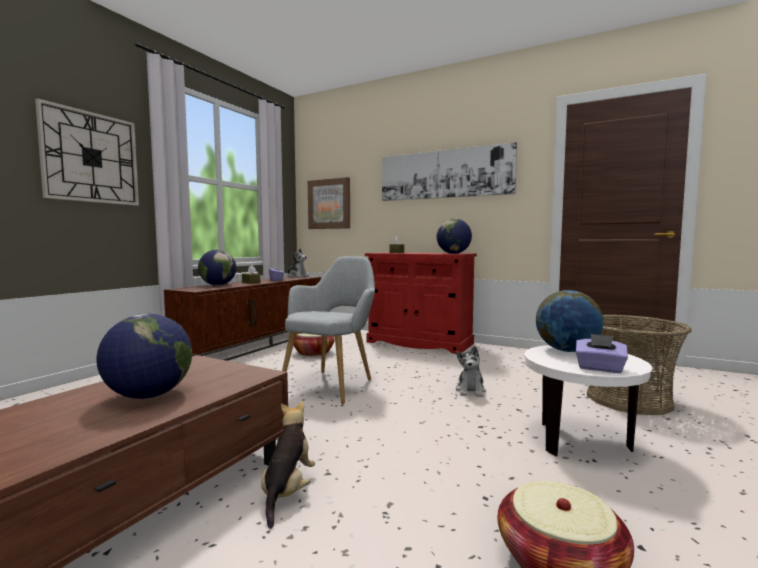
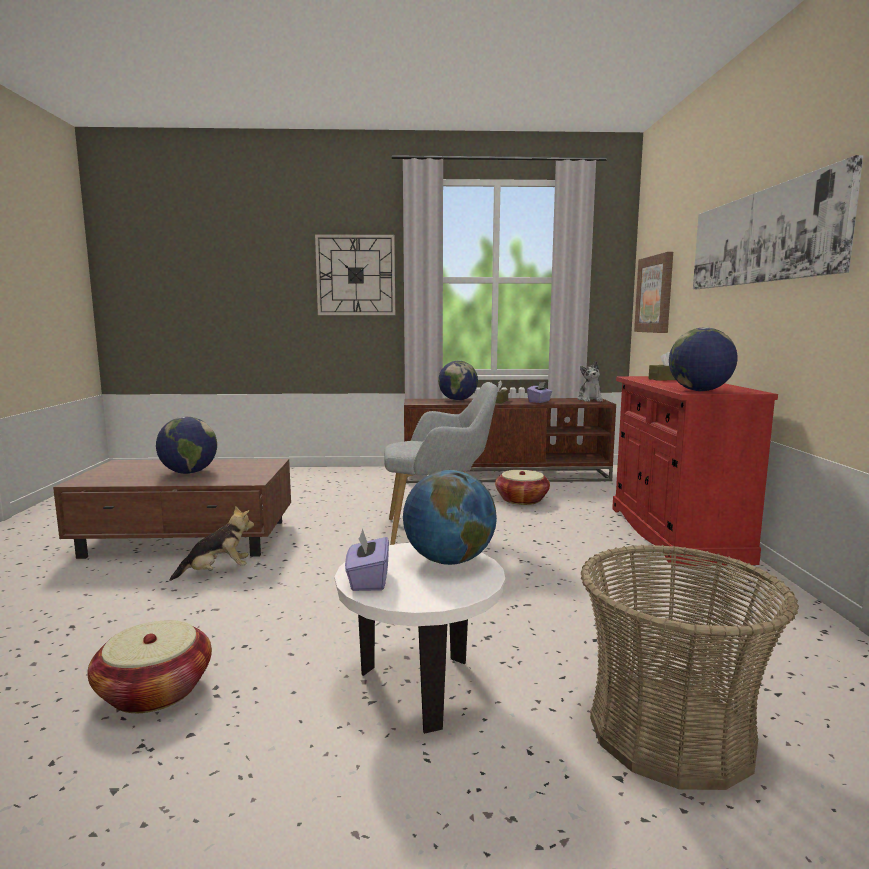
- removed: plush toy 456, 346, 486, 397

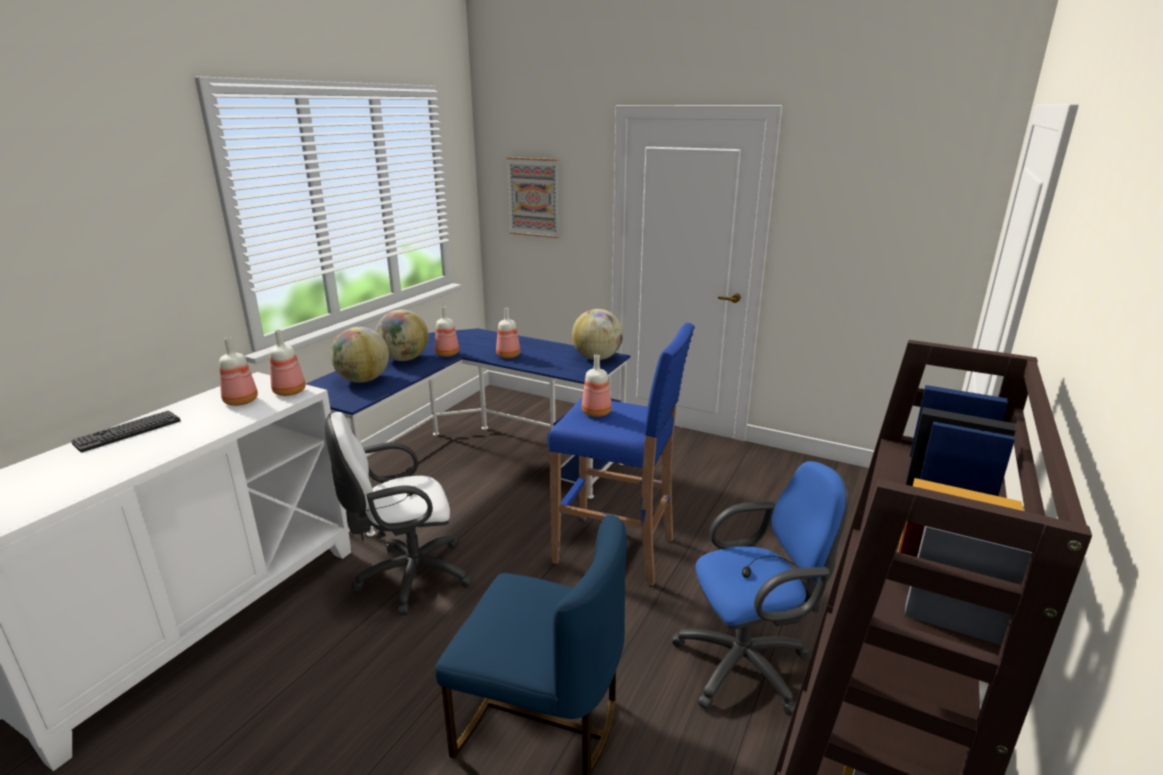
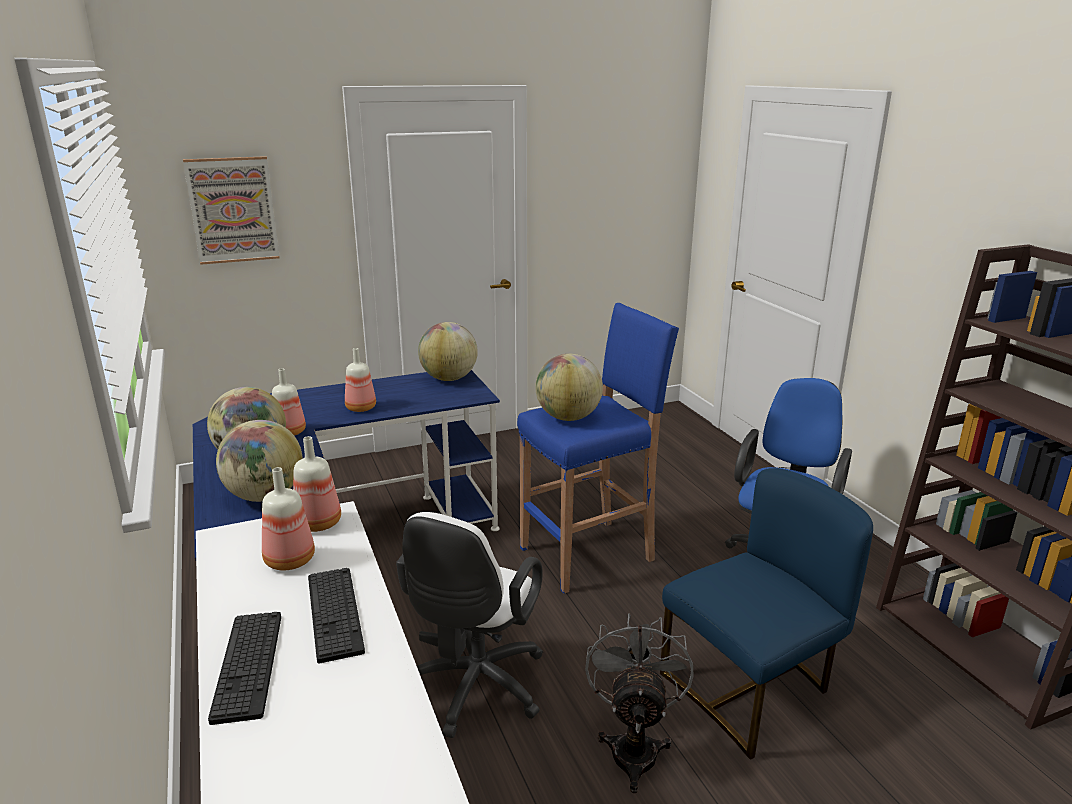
- replaced: bottle 582, 354, 612, 417 to globe 535, 354, 603, 421
- added: keyboard 308, 568, 365, 663
- added: greyish electric fan 585, 613, 694, 793

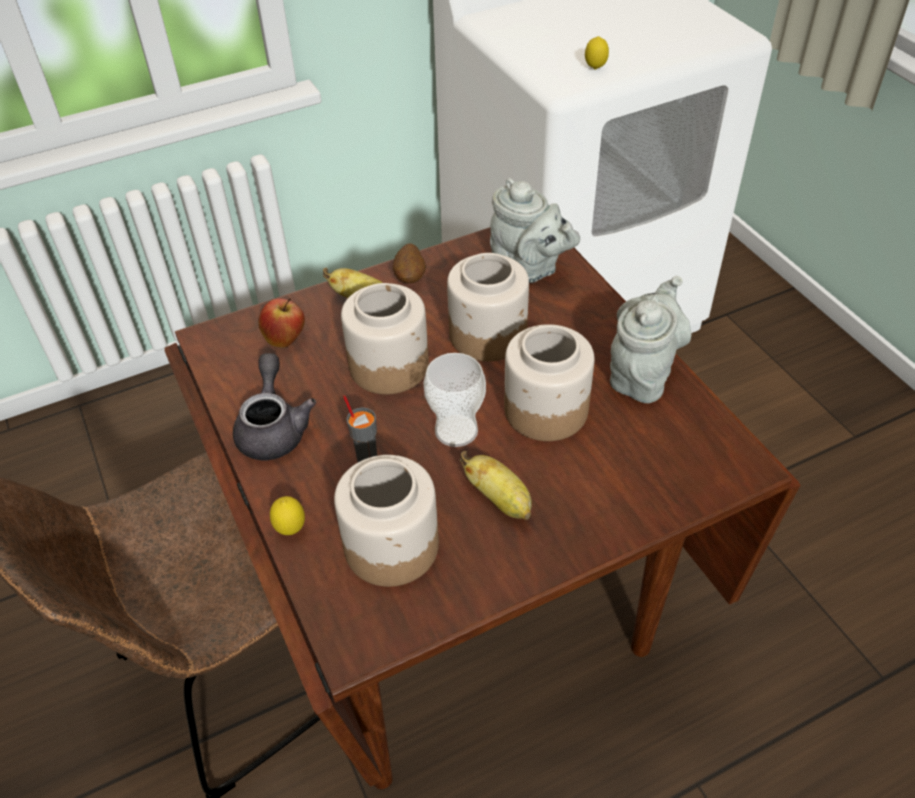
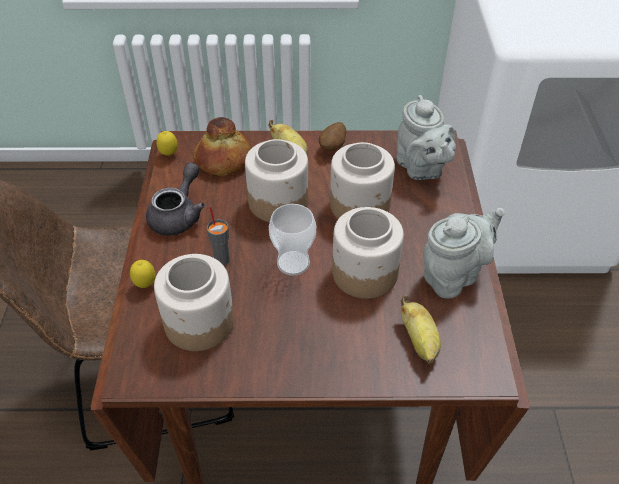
- moved: whole lemon 585, 36, 609, 70 to 156, 131, 178, 156
- replaced: whole apple 259, 298, 305, 347 to bakery bread 193, 117, 252, 176
- moved: banana 460, 451, 532, 520 to 400, 295, 441, 364

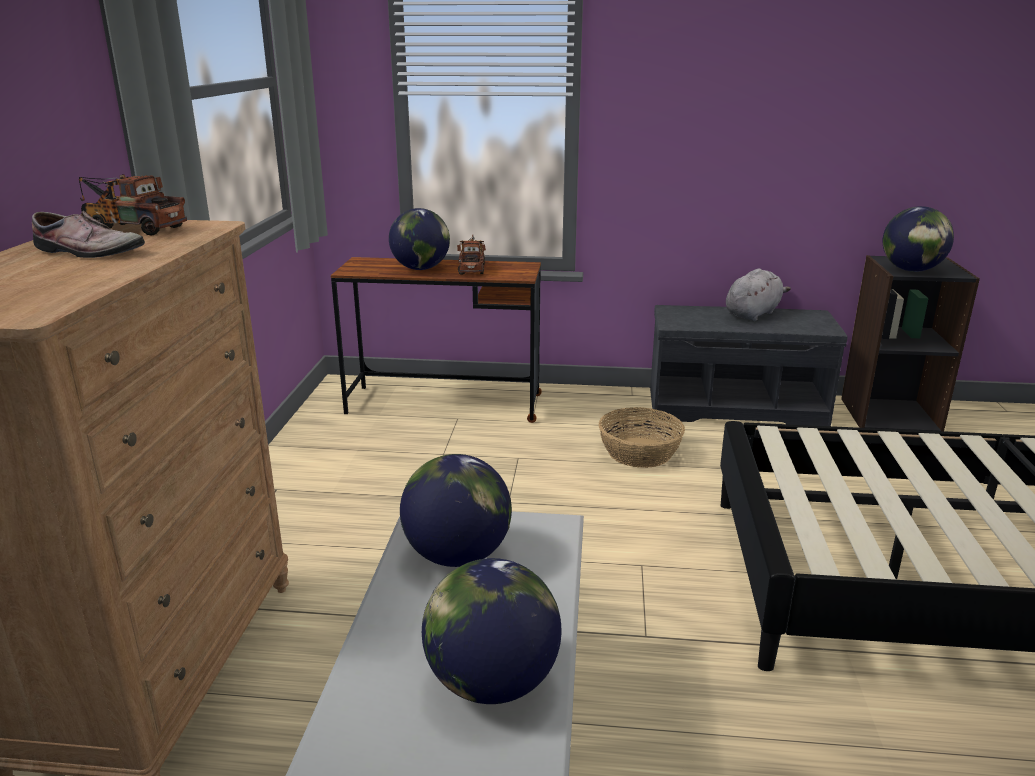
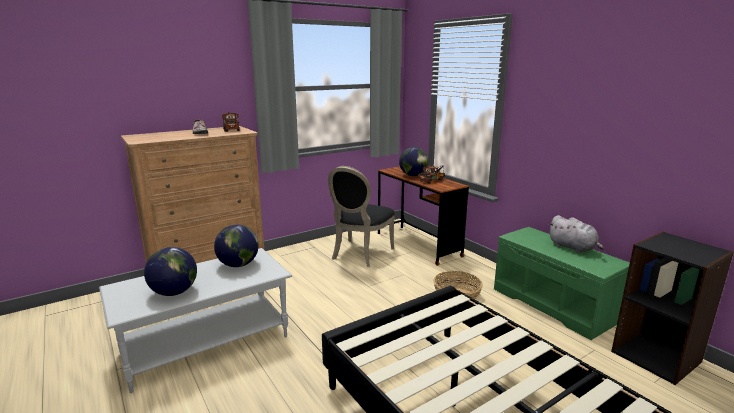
- removed: globe 882, 206, 954, 272
- turned: greyish plush toy 726, 269, 791, 321 = 549, 215, 604, 253 45 degrees clockwise
- recoloured: greyish bench 650, 305, 848, 426 to greenish bench 494, 227, 630, 340
- added: blackish plain chair 328, 166, 395, 267

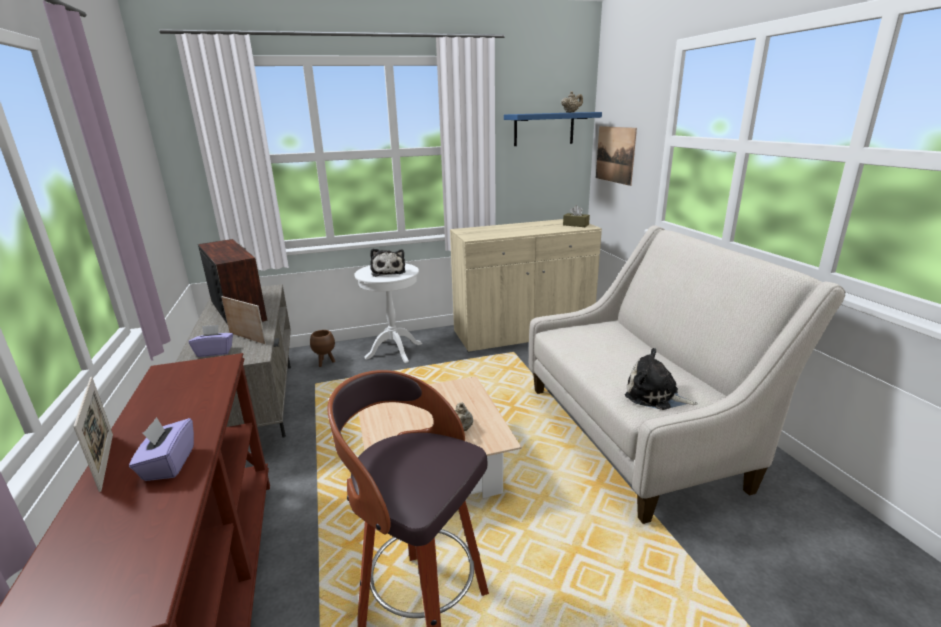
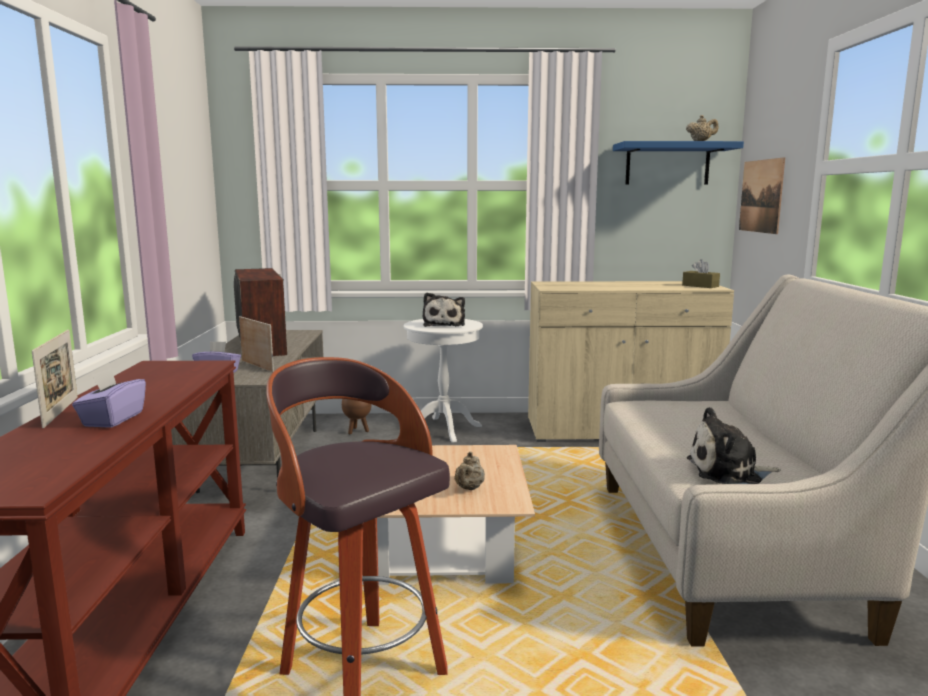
- turned: plush toy 625, 348, 698, 410 = 687, 407, 780, 484 45 degrees counterclockwise

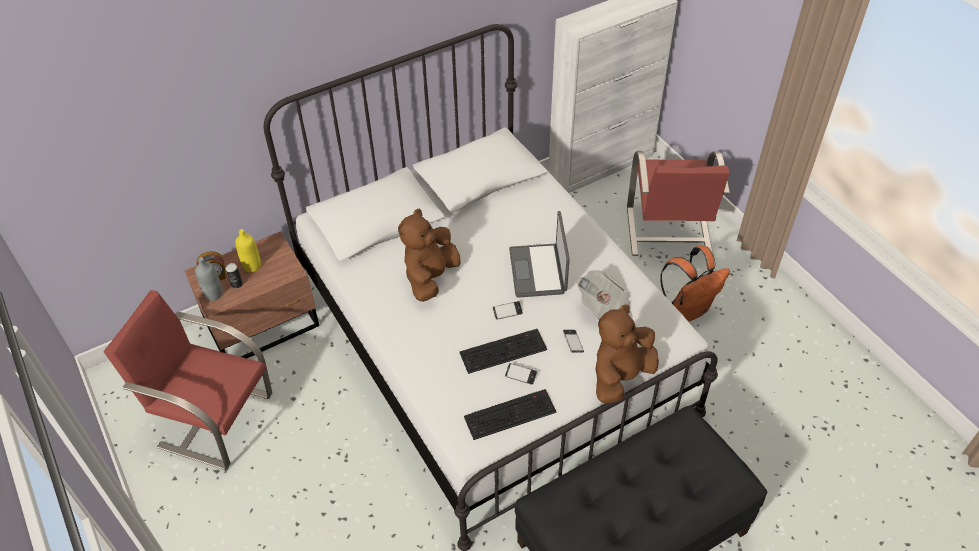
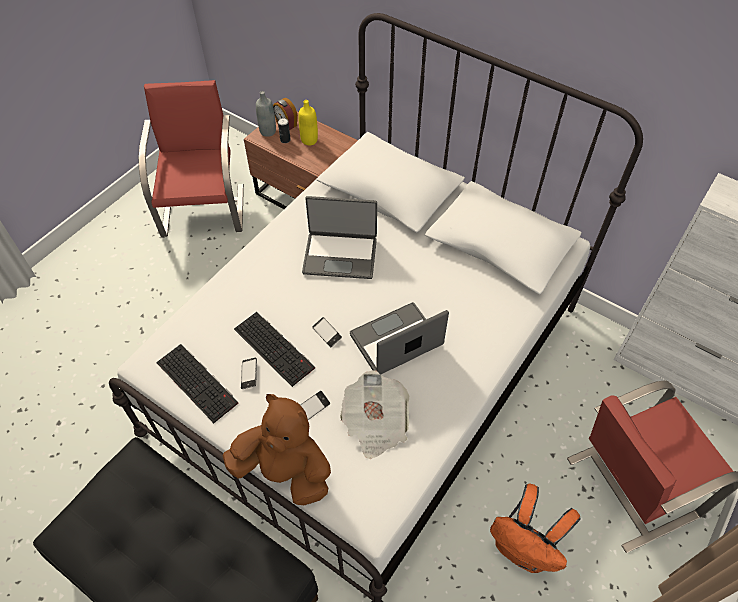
- replaced: brown plush toy 398, 209, 461, 302 to notebook computer 302, 196, 377, 279

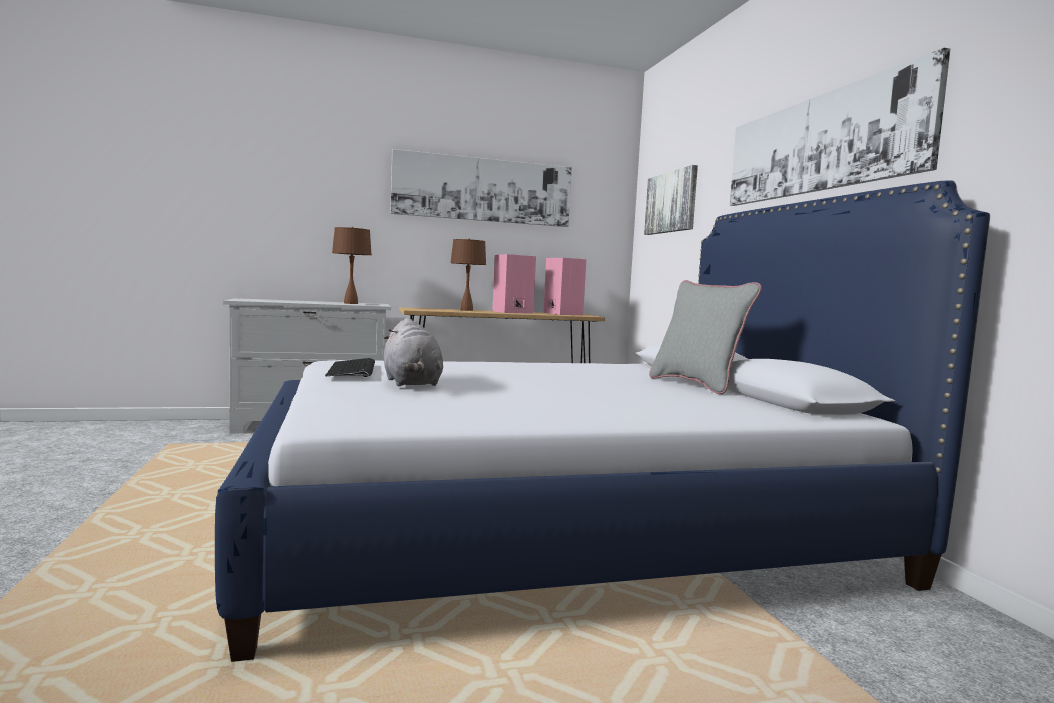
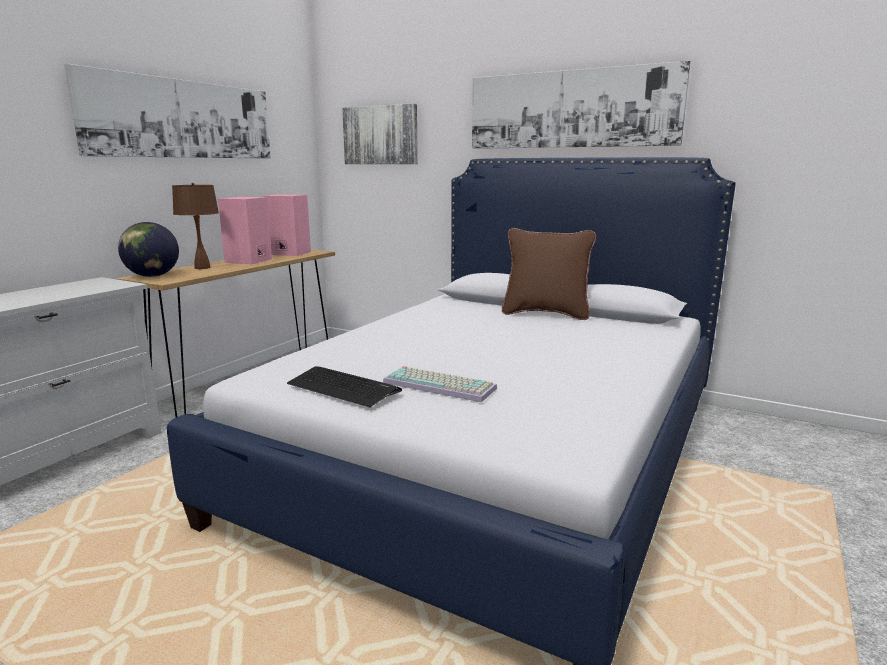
- removed: brown tabletop lamp 332, 227, 372, 304
- recoloured: greyish cushion 649, 280, 762, 394 to brown cushion 502, 228, 596, 320
- replaced: greyish plush toy 384, 318, 443, 386 to keyboard 383, 366, 497, 402
- added: globe 118, 222, 179, 277

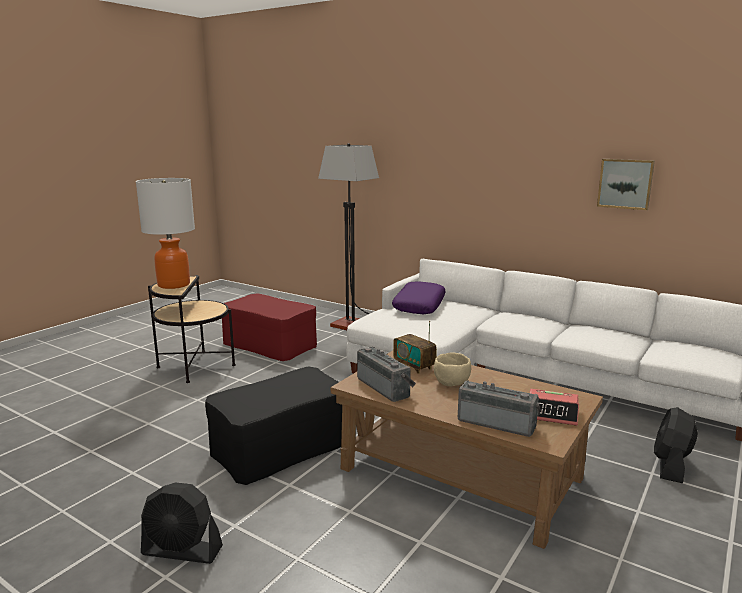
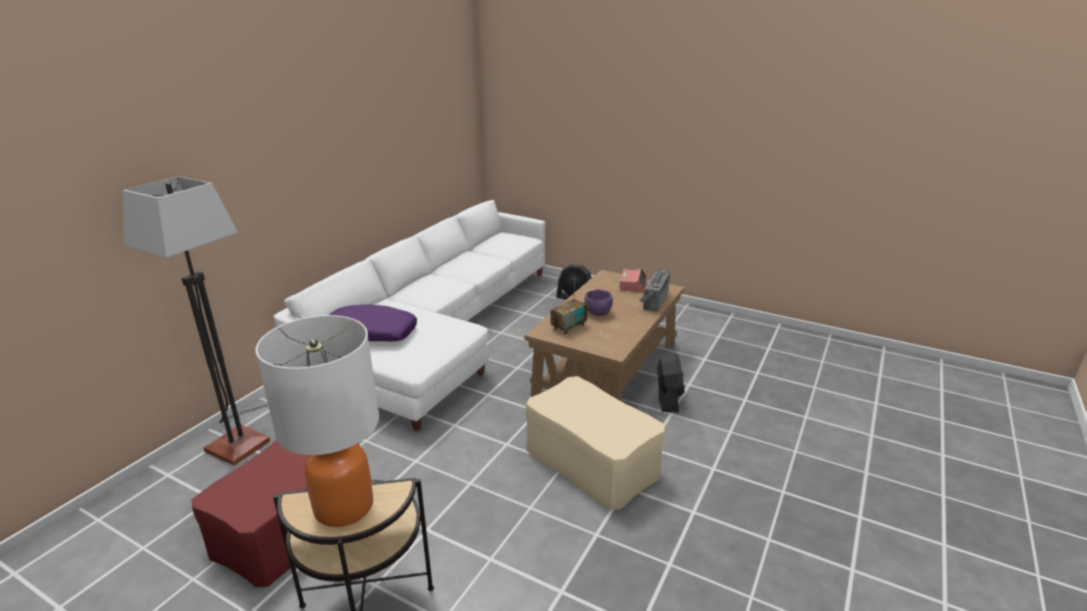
- removed: wall picture 597, 159, 655, 210
- removed: radio receiver 357, 347, 416, 402
- recoloured: beige bowl 434, 352, 471, 386 to purple bowl 584, 289, 613, 316
- recoloured: blackish ottoman 205, 367, 342, 485 to beige ottoman 526, 376, 665, 511
- moved: blackish electric fan 141, 482, 223, 564 to 656, 353, 685, 413

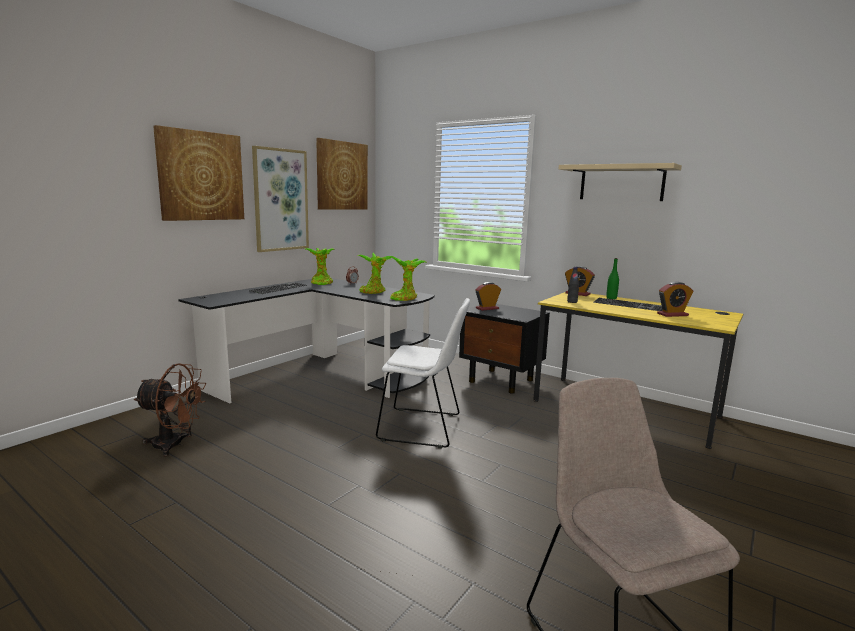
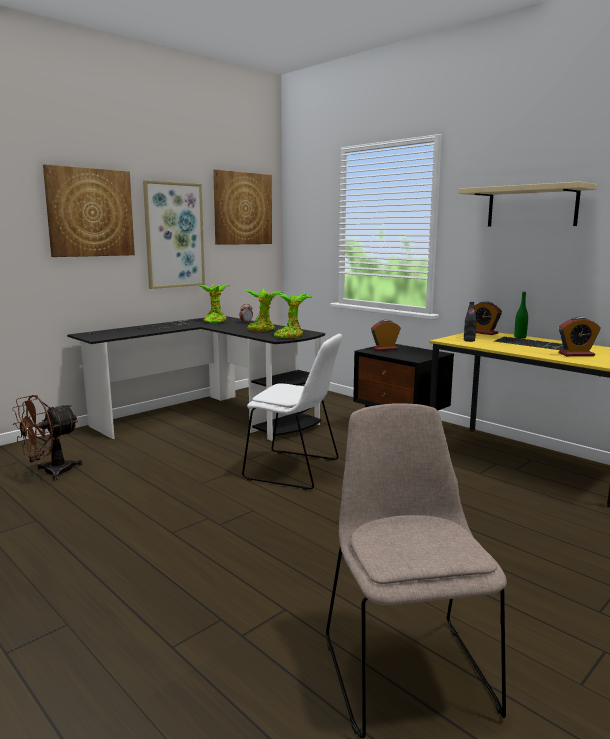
- turned: brown electric fan 133, 363, 206, 456 = 12, 395, 82, 481 120 degrees clockwise

